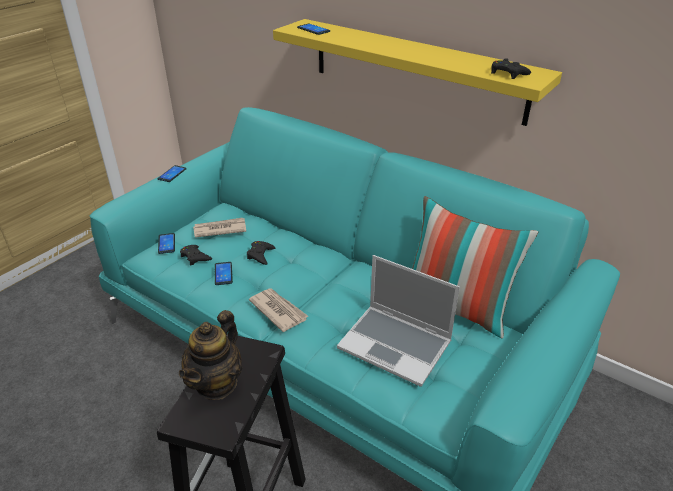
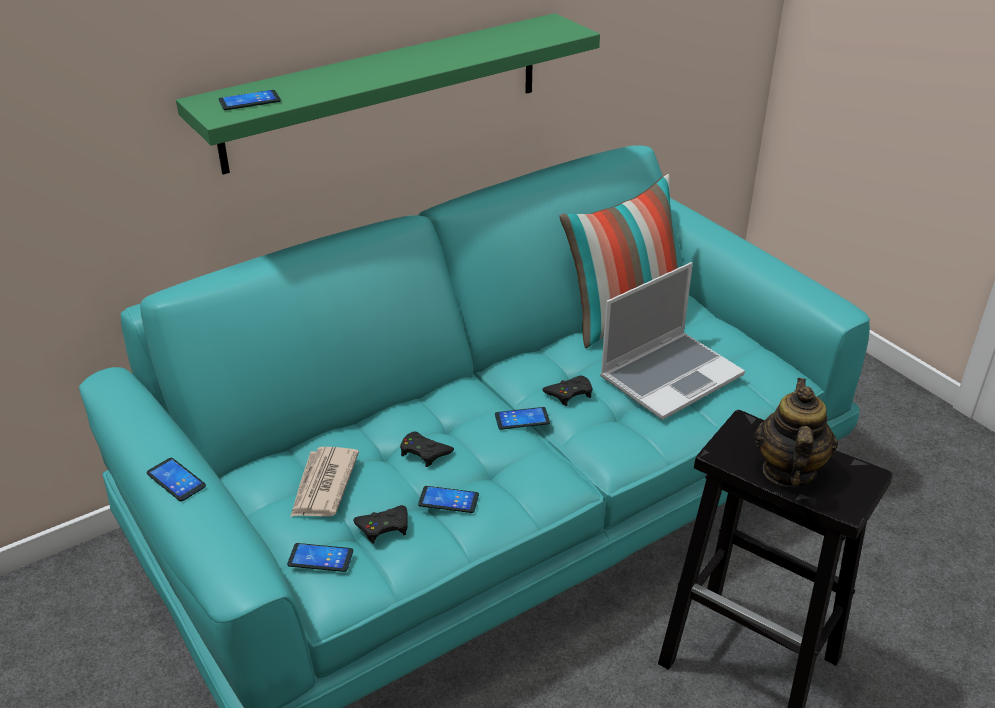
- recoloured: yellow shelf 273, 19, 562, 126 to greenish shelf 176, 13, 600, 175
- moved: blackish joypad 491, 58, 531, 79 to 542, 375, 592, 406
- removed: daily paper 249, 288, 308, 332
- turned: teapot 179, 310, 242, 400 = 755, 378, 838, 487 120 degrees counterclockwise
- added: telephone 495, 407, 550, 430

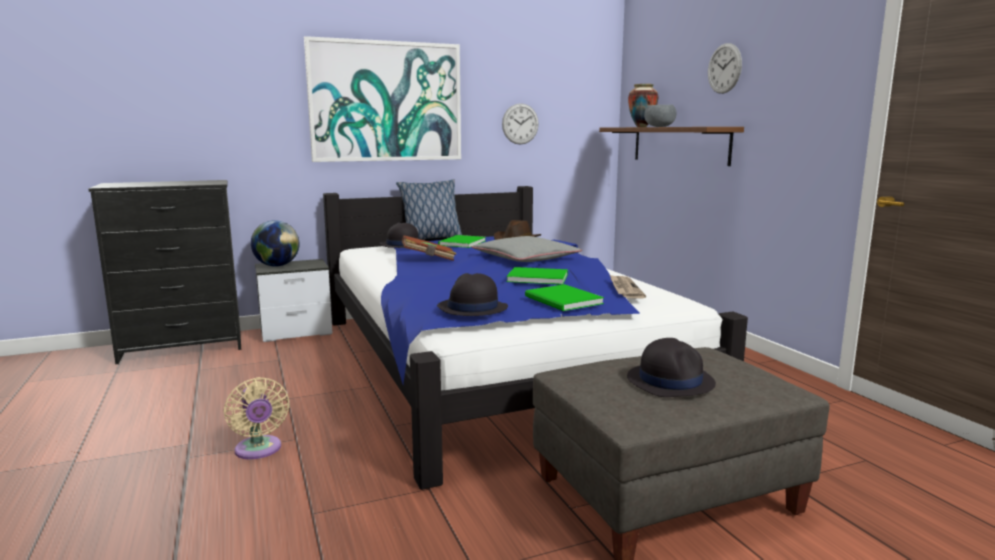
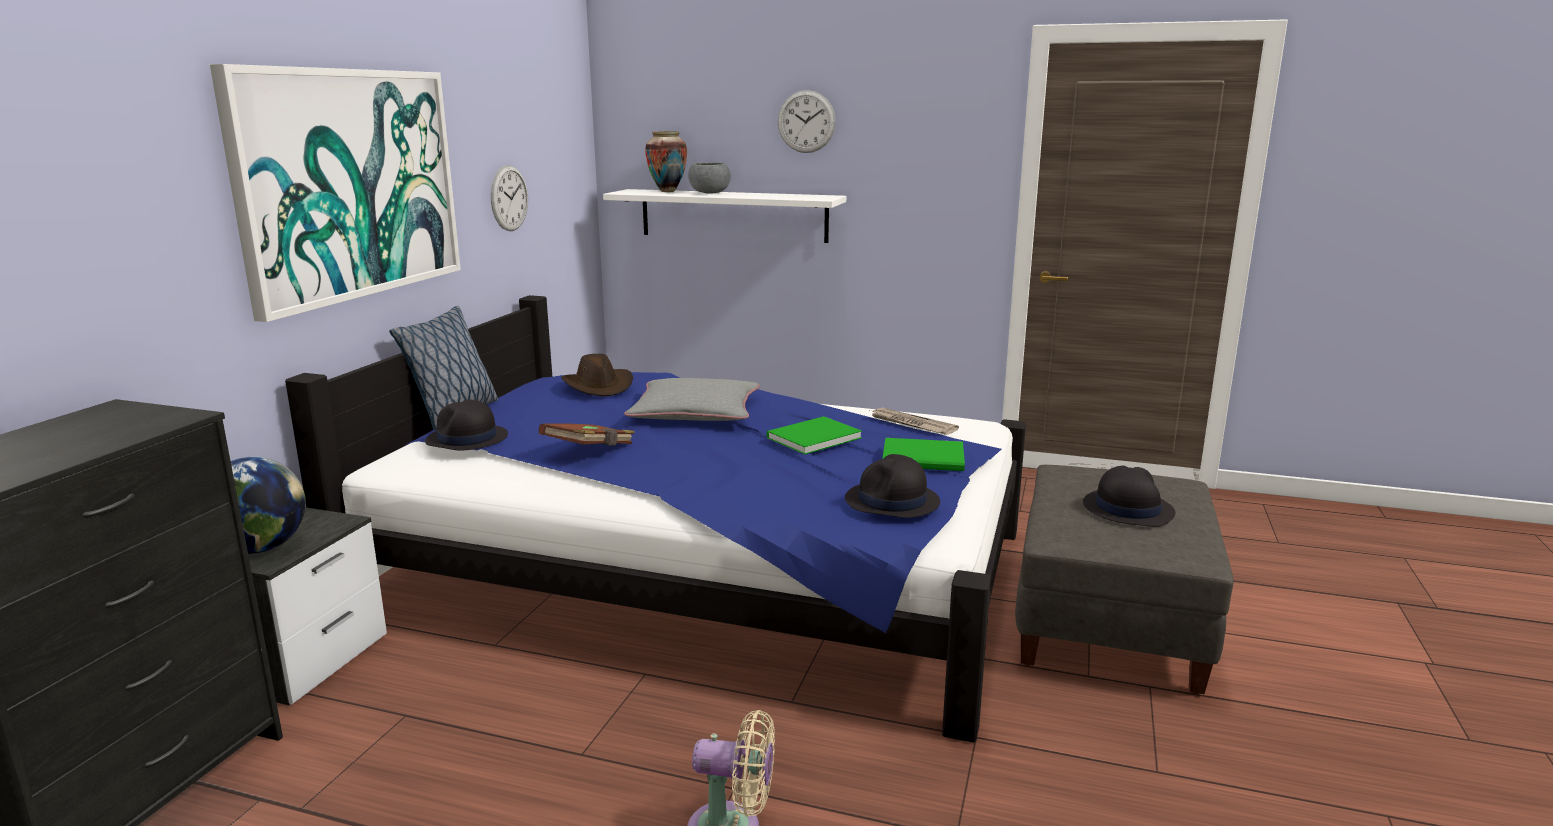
- recoloured: brown shelf 599, 127, 744, 166 to whitish shelf 603, 189, 846, 243
- removed: greenish volume 438, 235, 485, 248

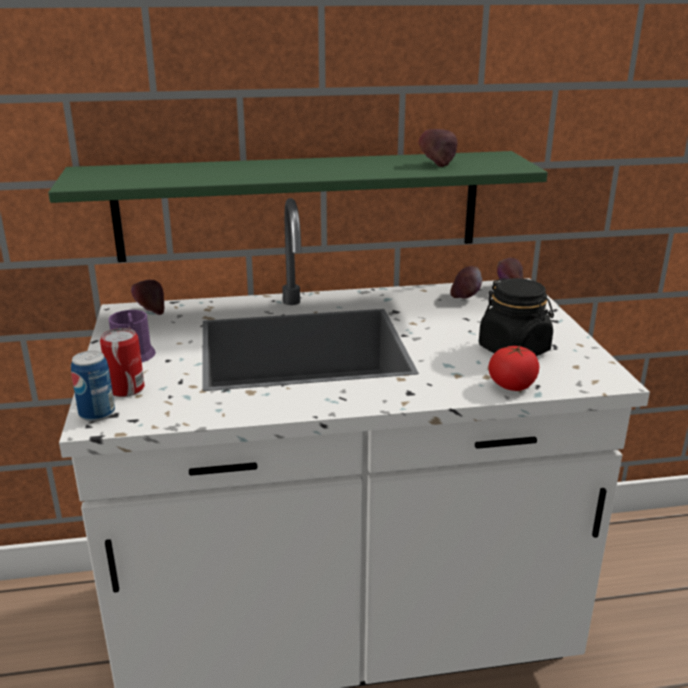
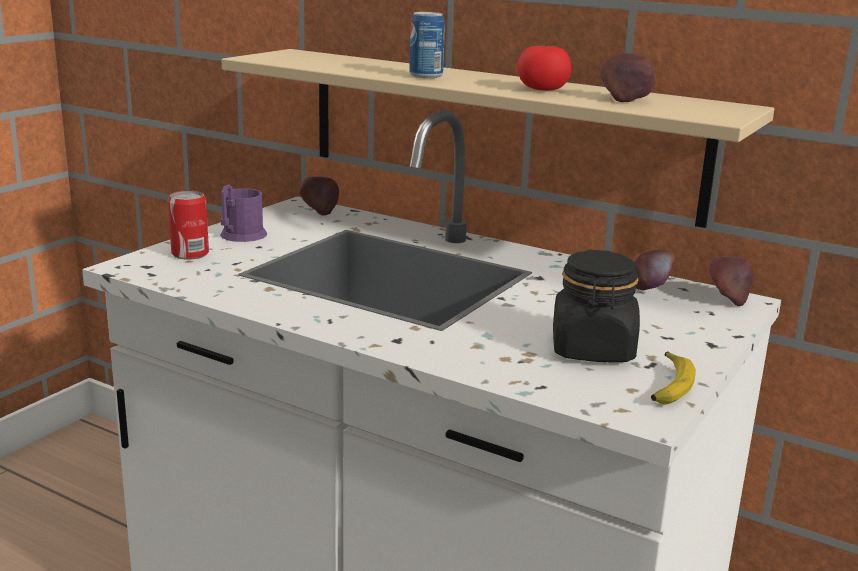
- recoloured: greenish shelf 48, 151, 548, 262 to beige shelf 221, 49, 774, 228
- moved: tomato 488, 345, 540, 391 to 517, 43, 571, 91
- moved: metal can 71, 351, 115, 422 to 409, 12, 445, 78
- added: banana 651, 352, 696, 404

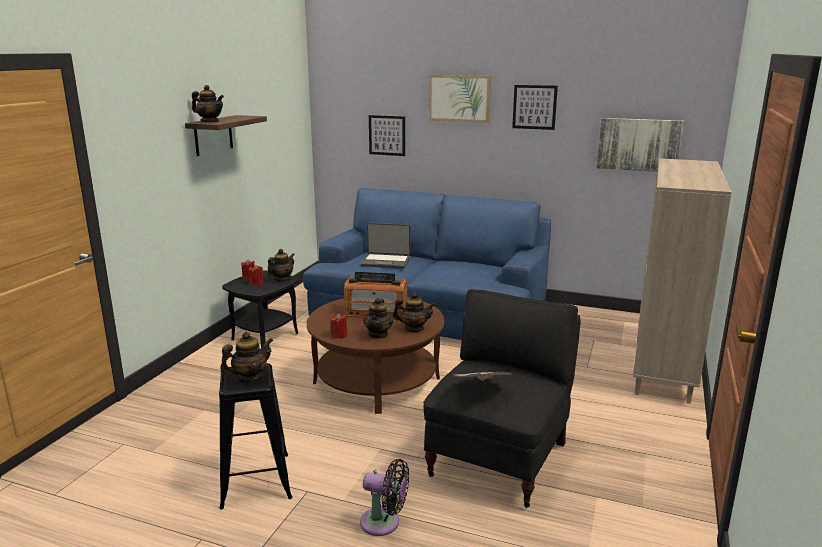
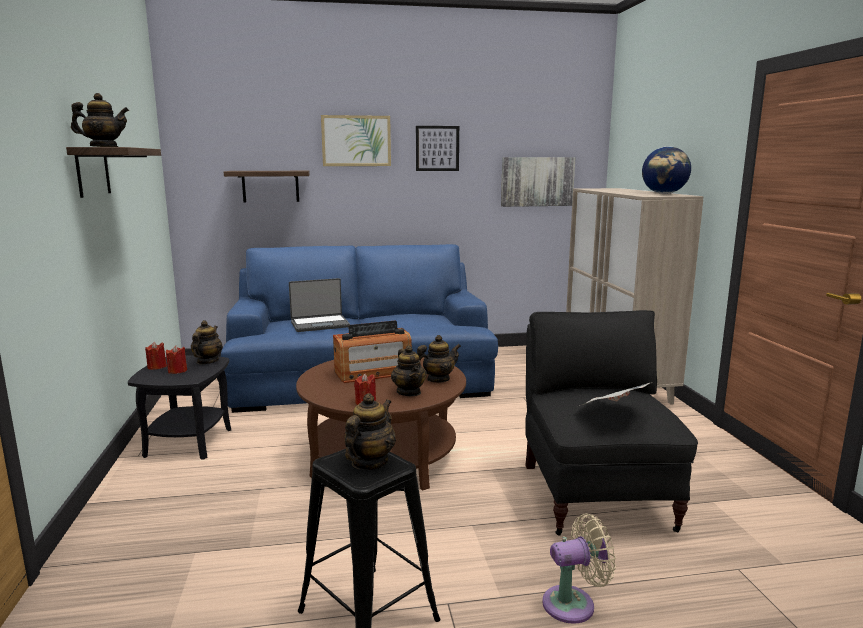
- replaced: wall picture 369, 115, 405, 156 to shelf 224, 171, 310, 202
- recoloured: blackish electric fan 360, 459, 409, 536 to beige electric fan 542, 513, 616, 624
- added: globe 642, 146, 691, 194

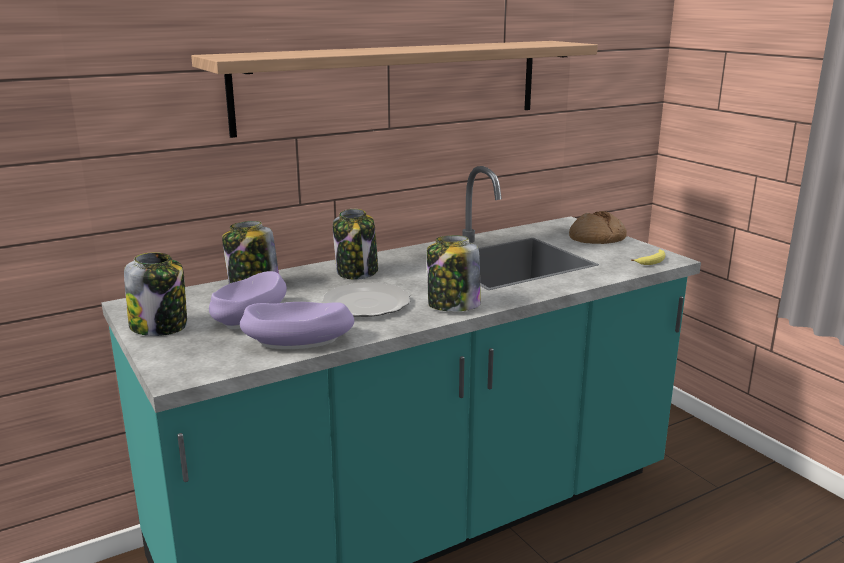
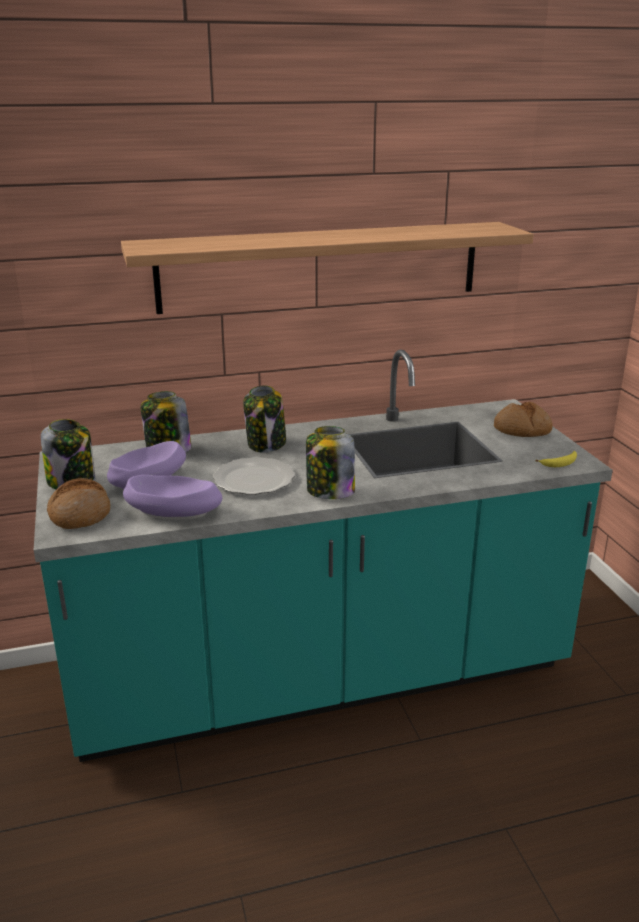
- added: bakery bread 47, 478, 110, 529

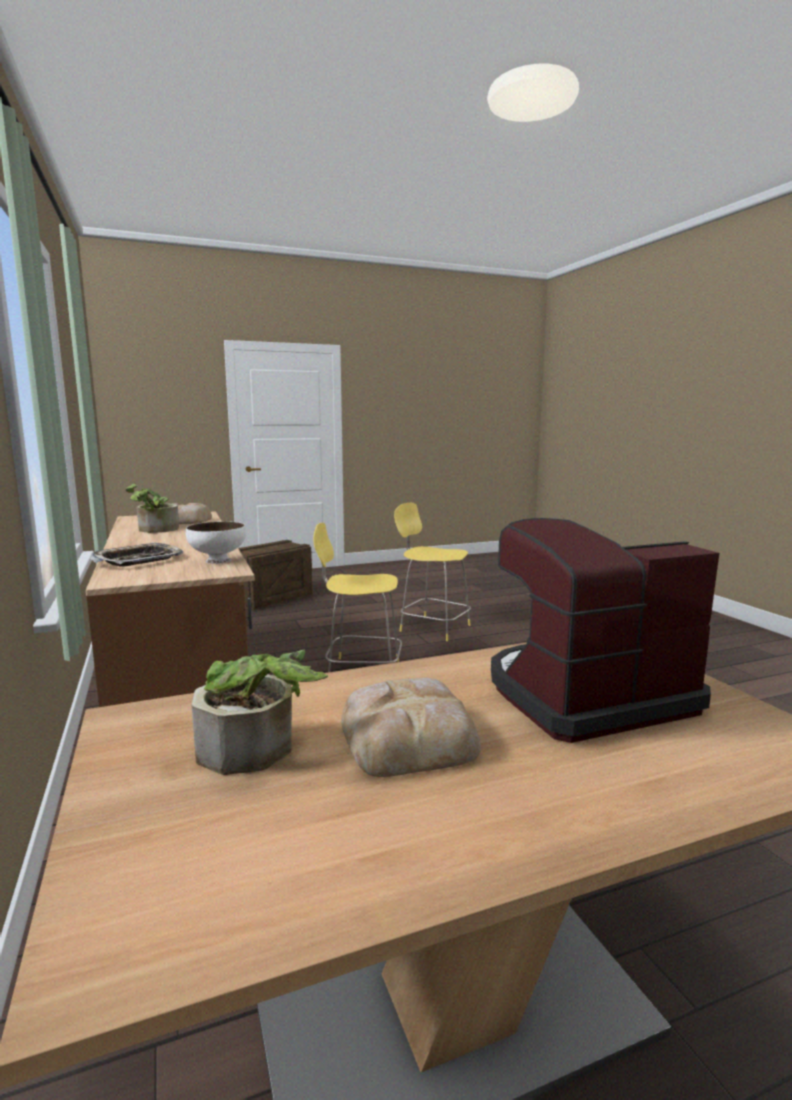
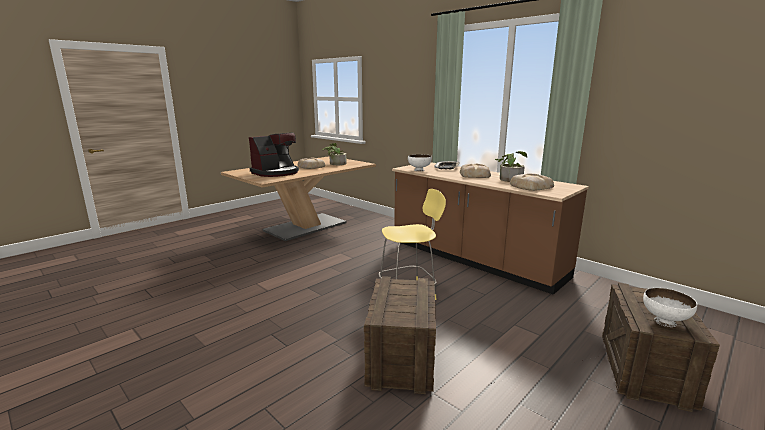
- replaced: yellow stool seat 394, 503, 471, 641 to packing crate 364, 276, 436, 394
- added: bakery bread 460, 164, 491, 178
- added: whitish bowl 643, 288, 697, 327

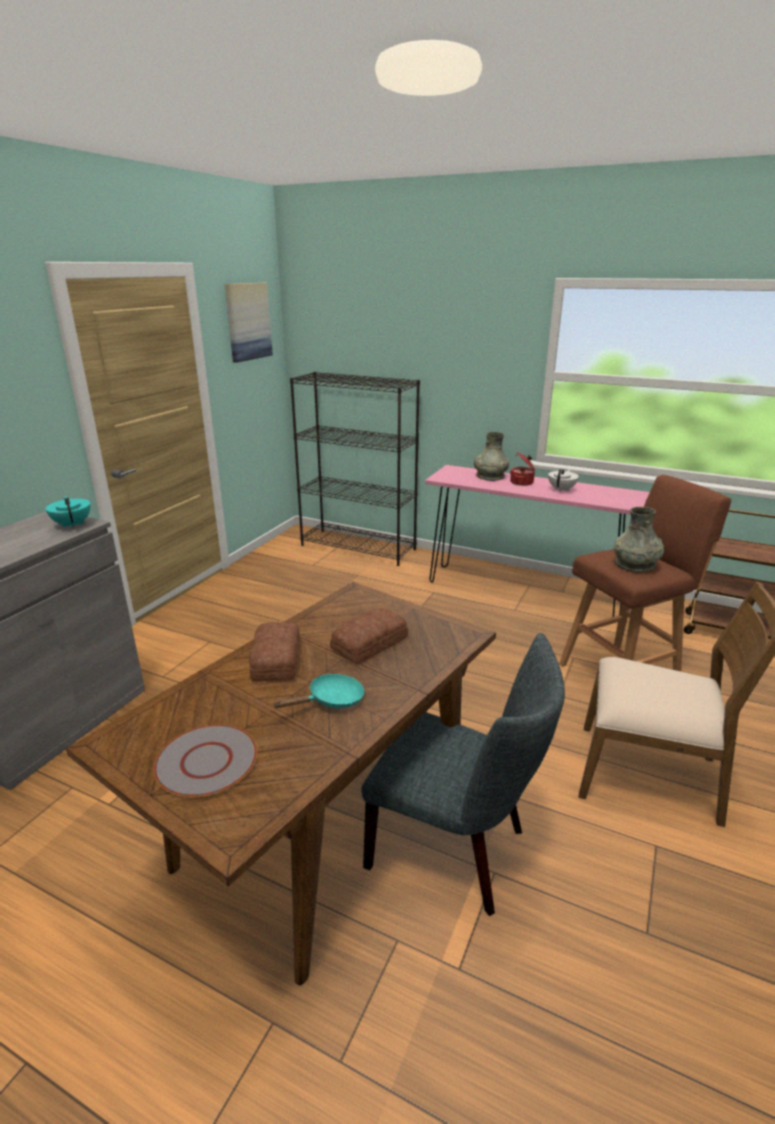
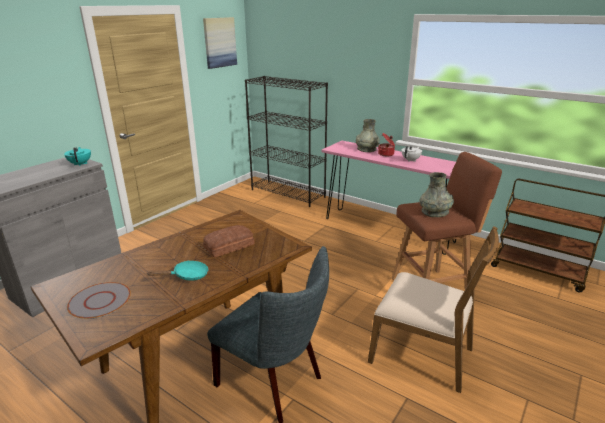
- removed: bakery bread 249, 622, 300, 682

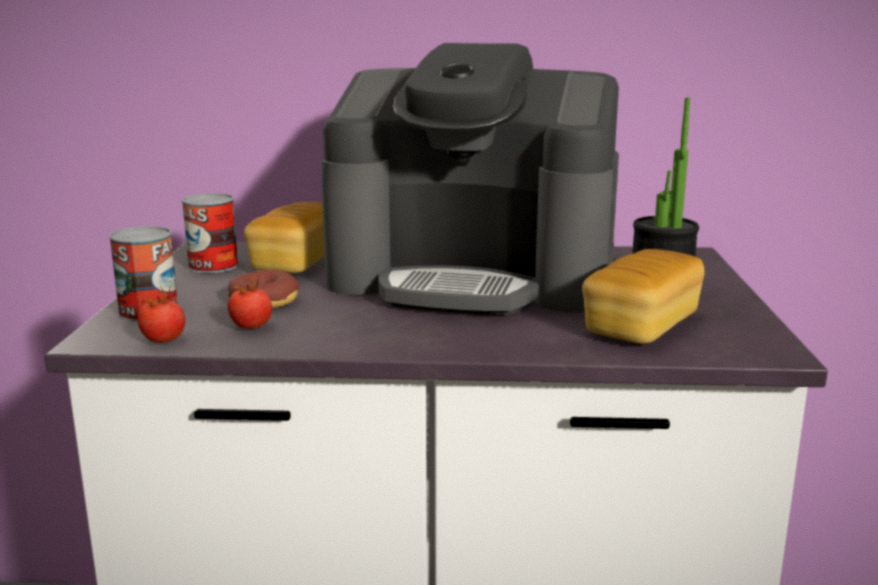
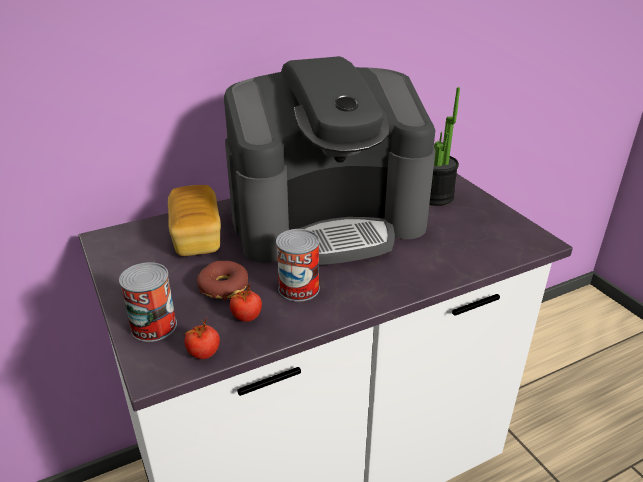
- moved: metal can 181, 193, 239, 273 to 276, 229, 320, 302
- removed: bakery bread 582, 249, 705, 344

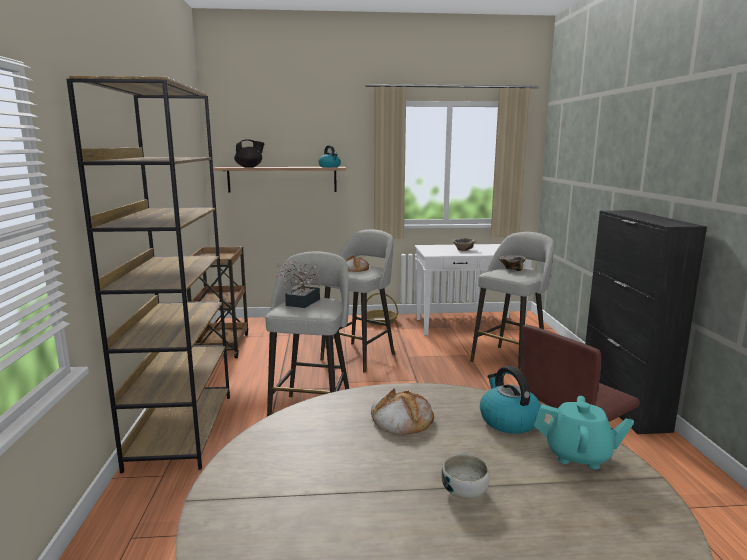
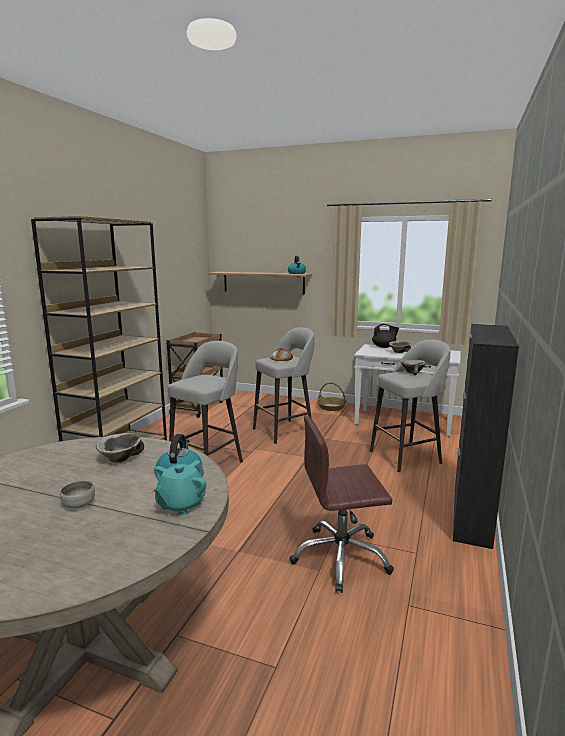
- moved: blackish teapot 234, 139, 264, 167 to 372, 324, 399, 348
- removed: plant in a pot 276, 261, 321, 308
- replaced: bakery bread 371, 388, 434, 434 to bowl 96, 433, 144, 463
- turned: turquoise teapot 534, 396, 634, 469 = 154, 460, 206, 515 75 degrees clockwise

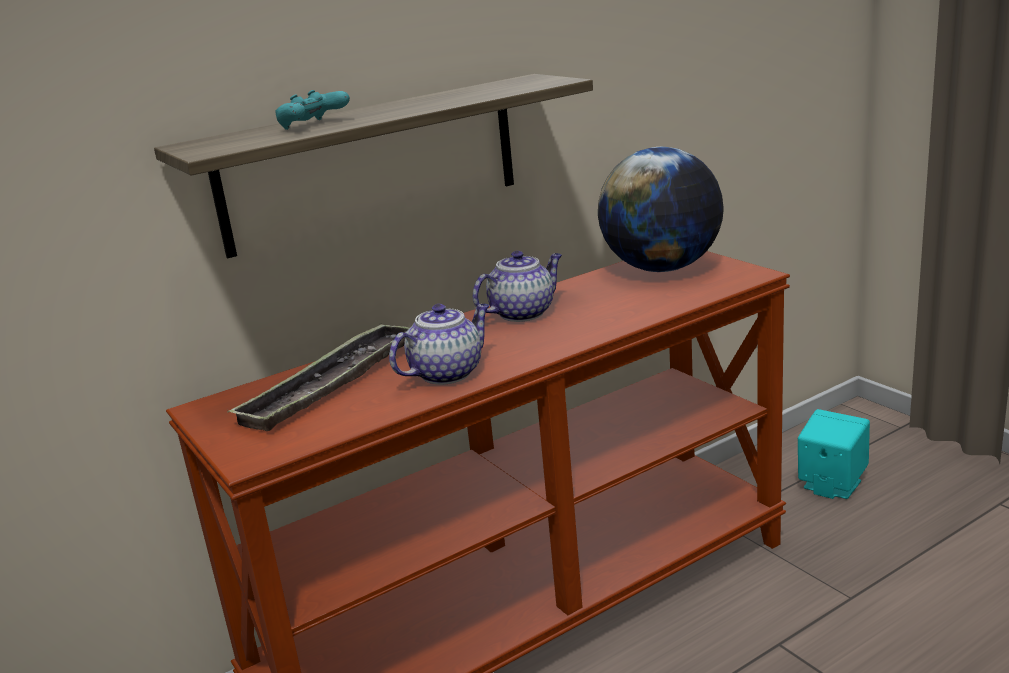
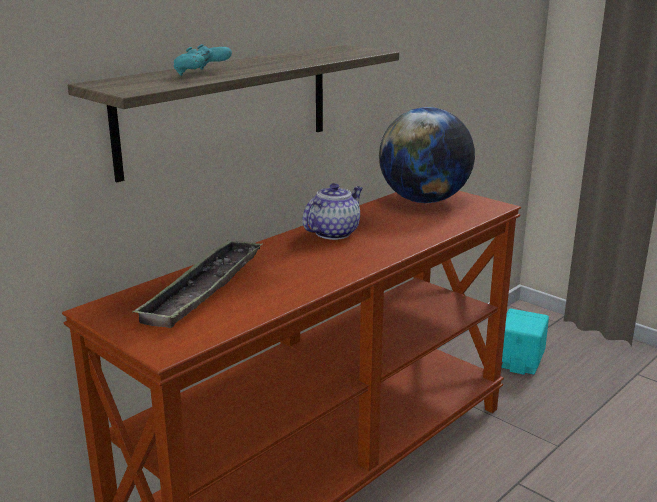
- removed: teapot 389, 304, 490, 385

